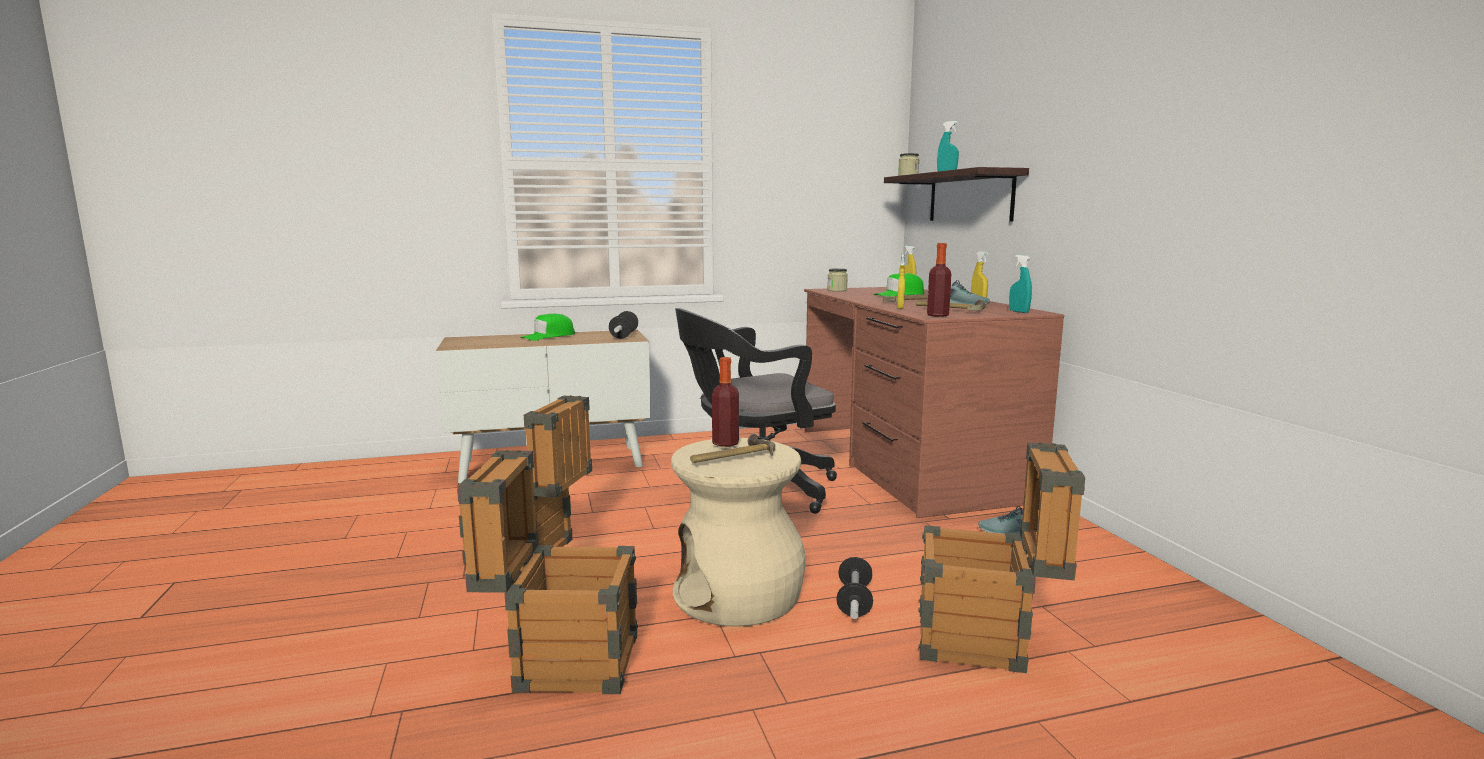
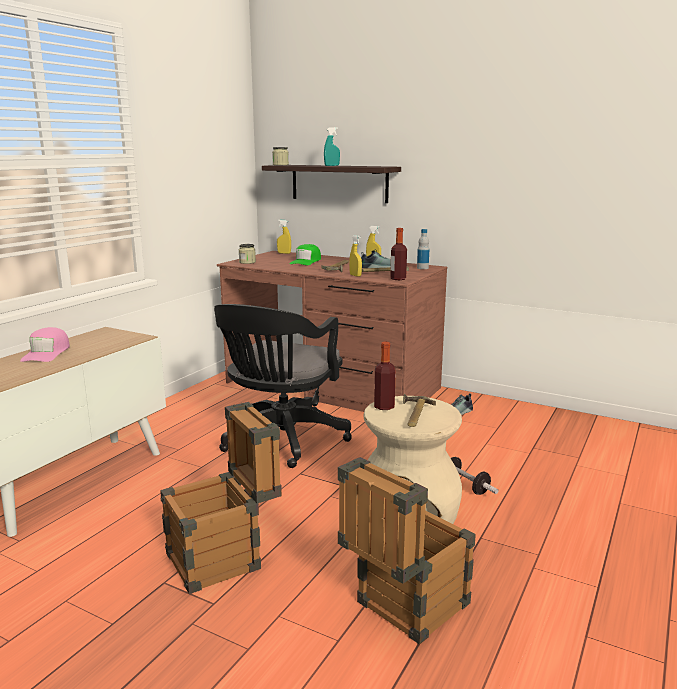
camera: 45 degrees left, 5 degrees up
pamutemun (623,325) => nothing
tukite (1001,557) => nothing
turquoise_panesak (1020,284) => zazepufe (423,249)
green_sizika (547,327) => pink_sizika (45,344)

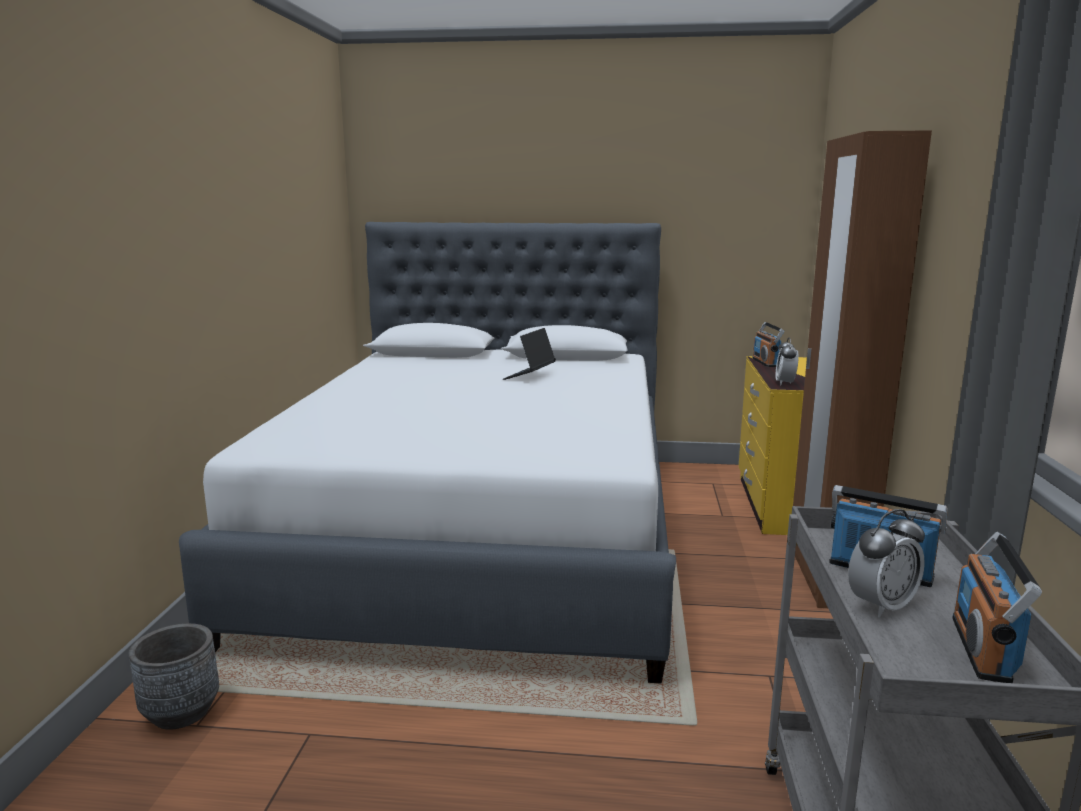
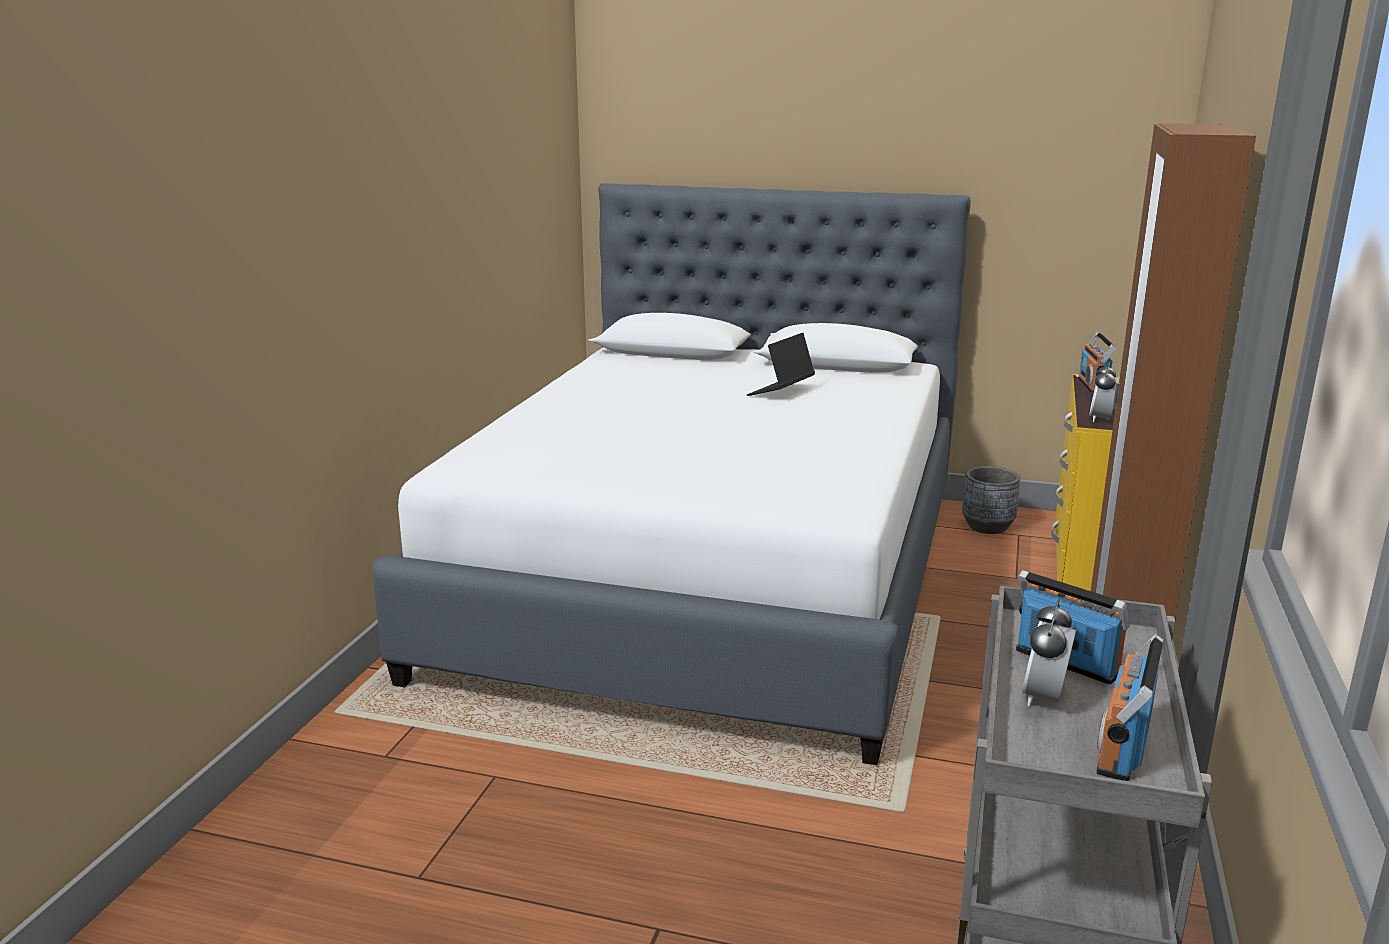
camera: 10 degrees right, 5 degrees up
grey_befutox (174,676) => grey_befutox (991,500), moved
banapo (886,563) => banapo (1049,653), 135 degrees clockwise

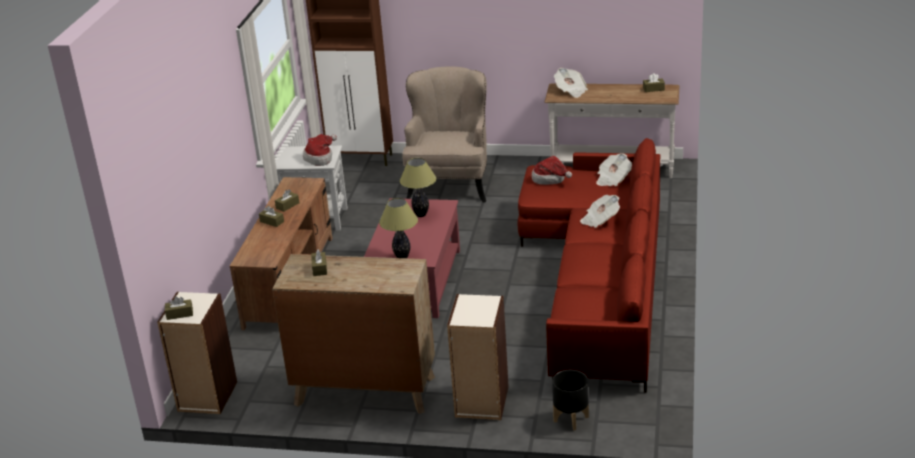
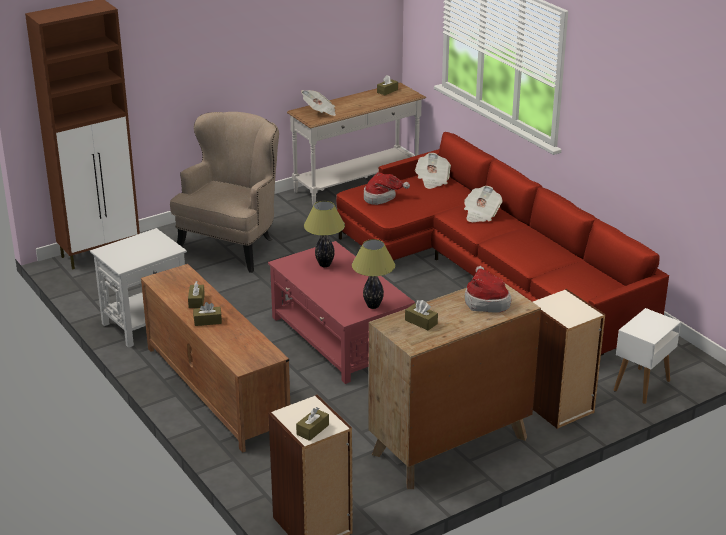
camera: 45 degrees left, 0 degrees up
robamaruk (320,150) => robamaruk (488,289), moved
black_befutox (570,400) => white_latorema (647,356)
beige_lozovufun (444,134) => beige_lozovufun (224,192), 60 degrees clockwise

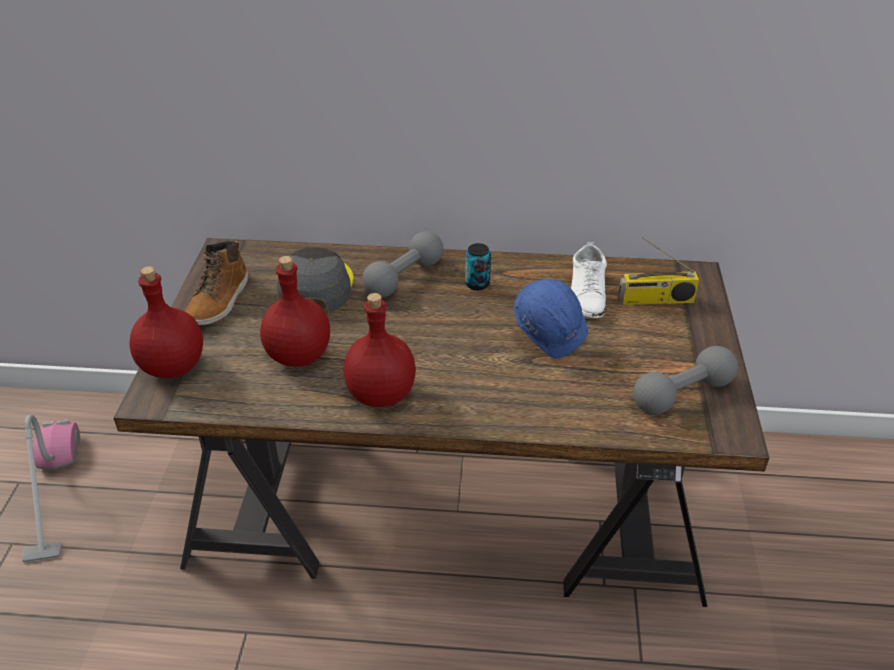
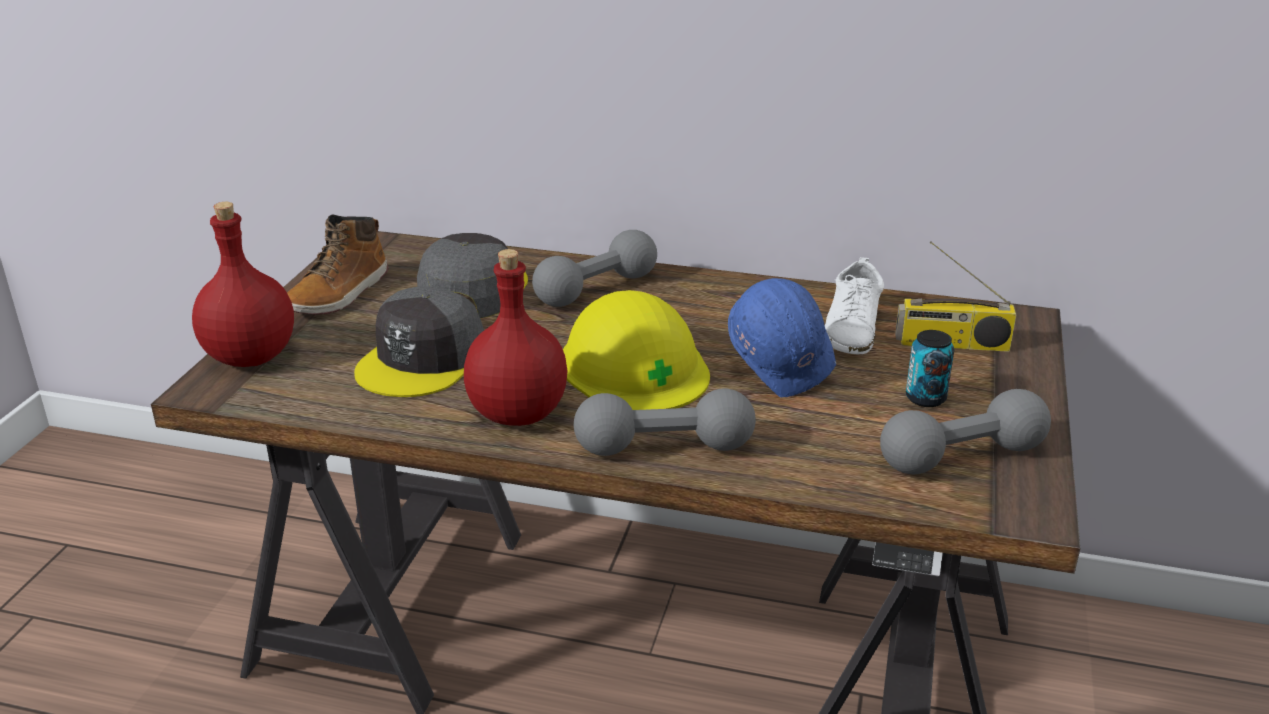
camera: 10 degrees right, 10 degrees down
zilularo (51,488) => nothing
nothing => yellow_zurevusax (636,350)
nothing => grey_pamutemun (664,422)
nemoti (478,266) => nemoti (930,368), moved
red_zazepufe (295,311) => grey_sizika (419,341)

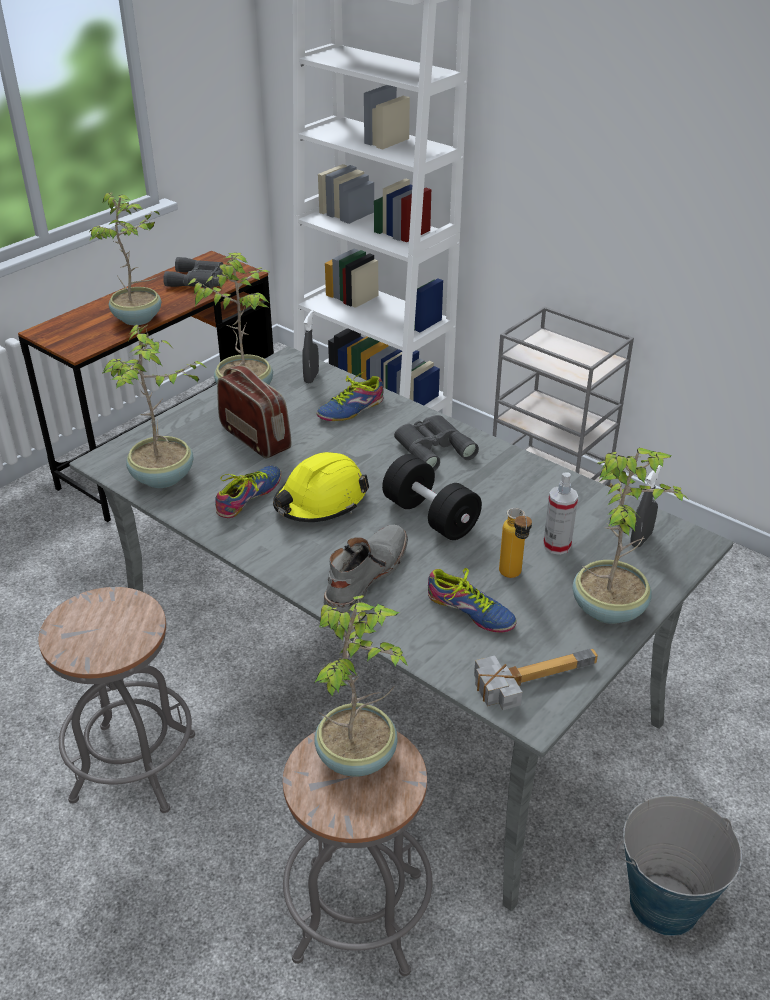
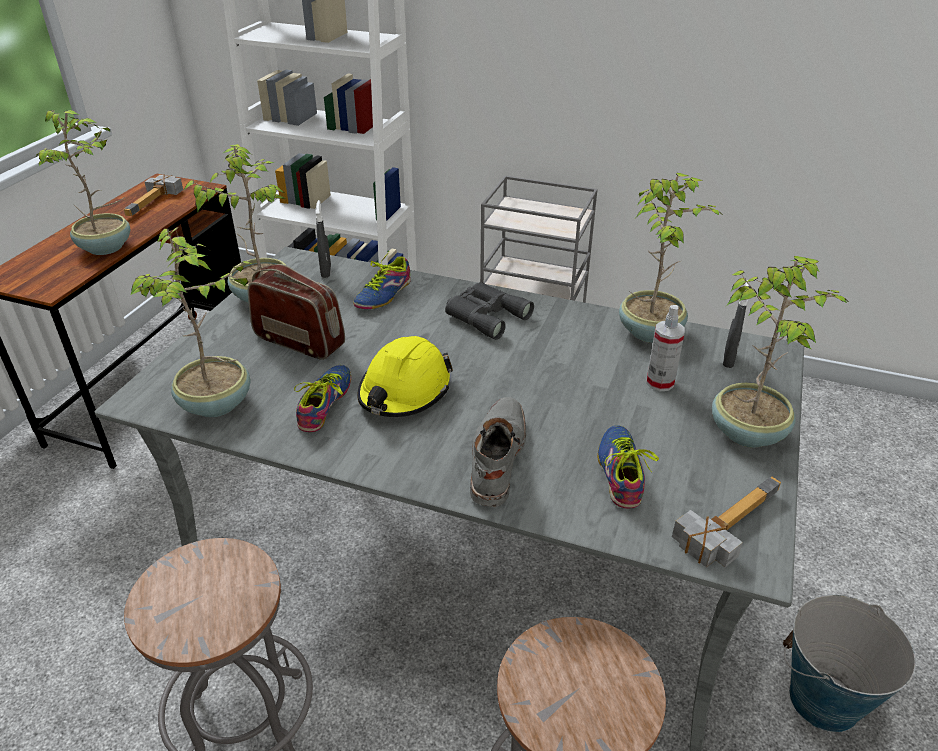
camera: 20 degrees left, 0 degrees up
black_pamutemun (432,497) => nothing
zazepufe (515,543) => nothing
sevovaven (361,686) => sevovaven (669,258), moved
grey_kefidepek (193,272) => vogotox (153,195)
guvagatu (472,600) => guvagatu (628,467), 105 degrees counterclockwise

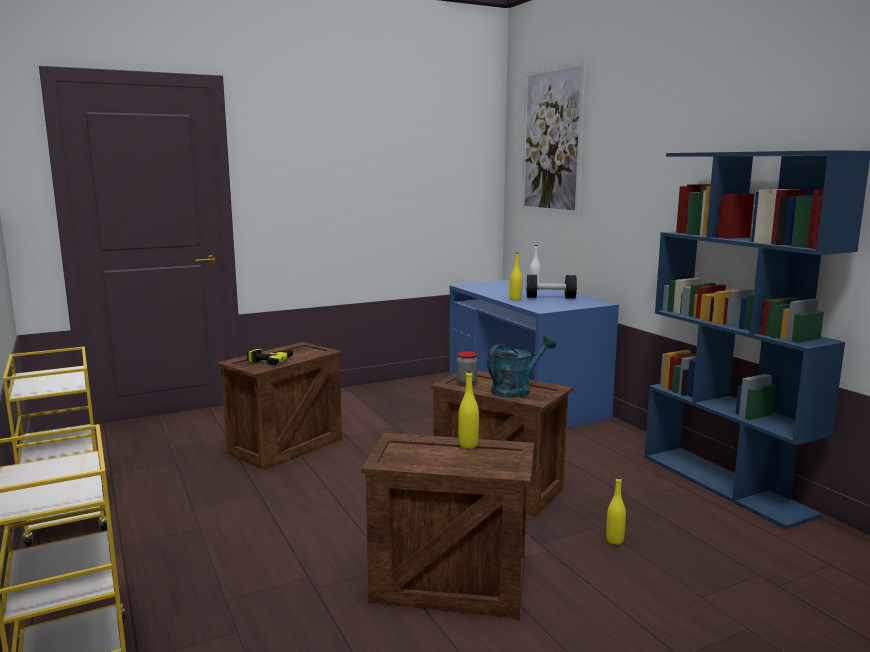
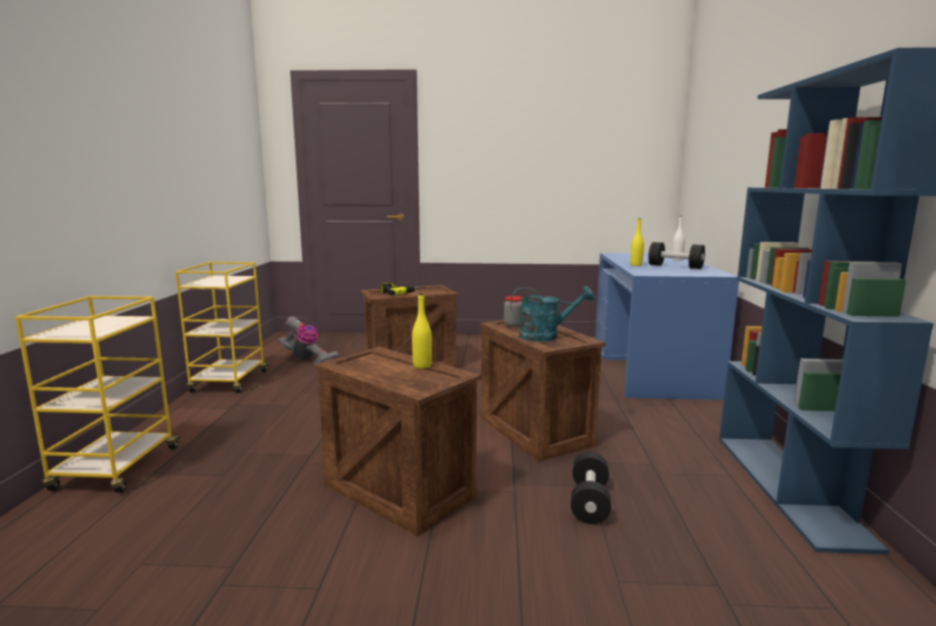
camera: 30 degrees right, 0 degrees up
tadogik (553,138) => nothing
nothing => zilularo (308,341)
yellow_zazepufe (616,510) => black_pamutemun (591,488)

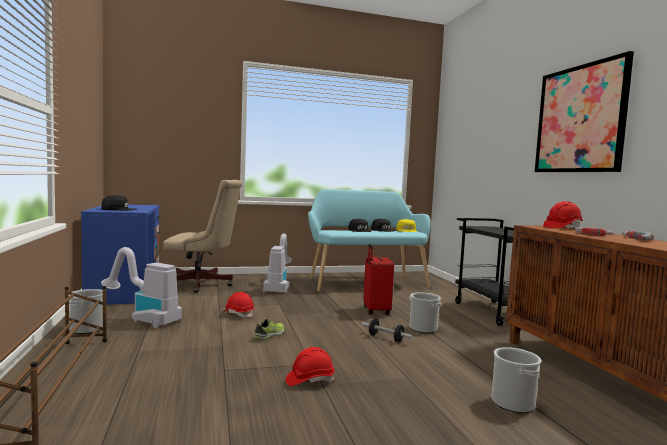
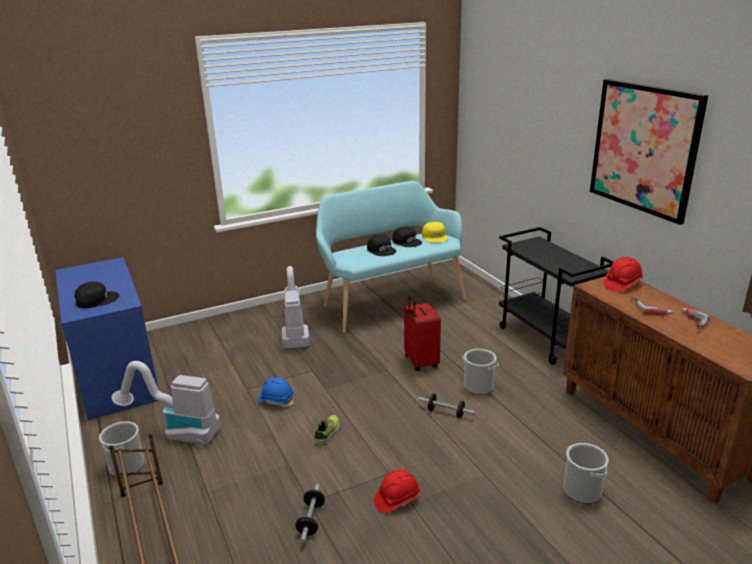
camera: 10 degrees left, 20 degrees up
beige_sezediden (202,236) => nothing
nothing => pamutemun (310,513)
red_zurevusax (239,305) => blue_zurevusax (275,392)

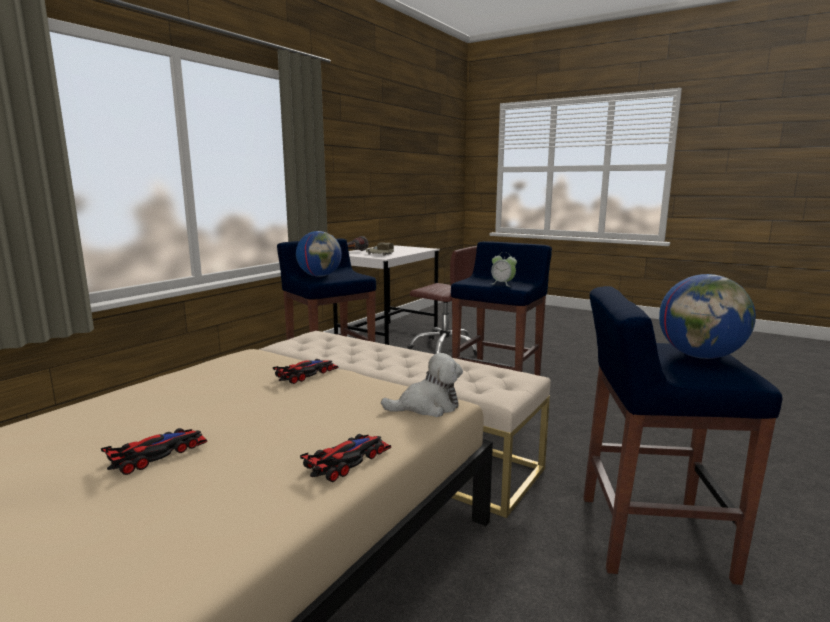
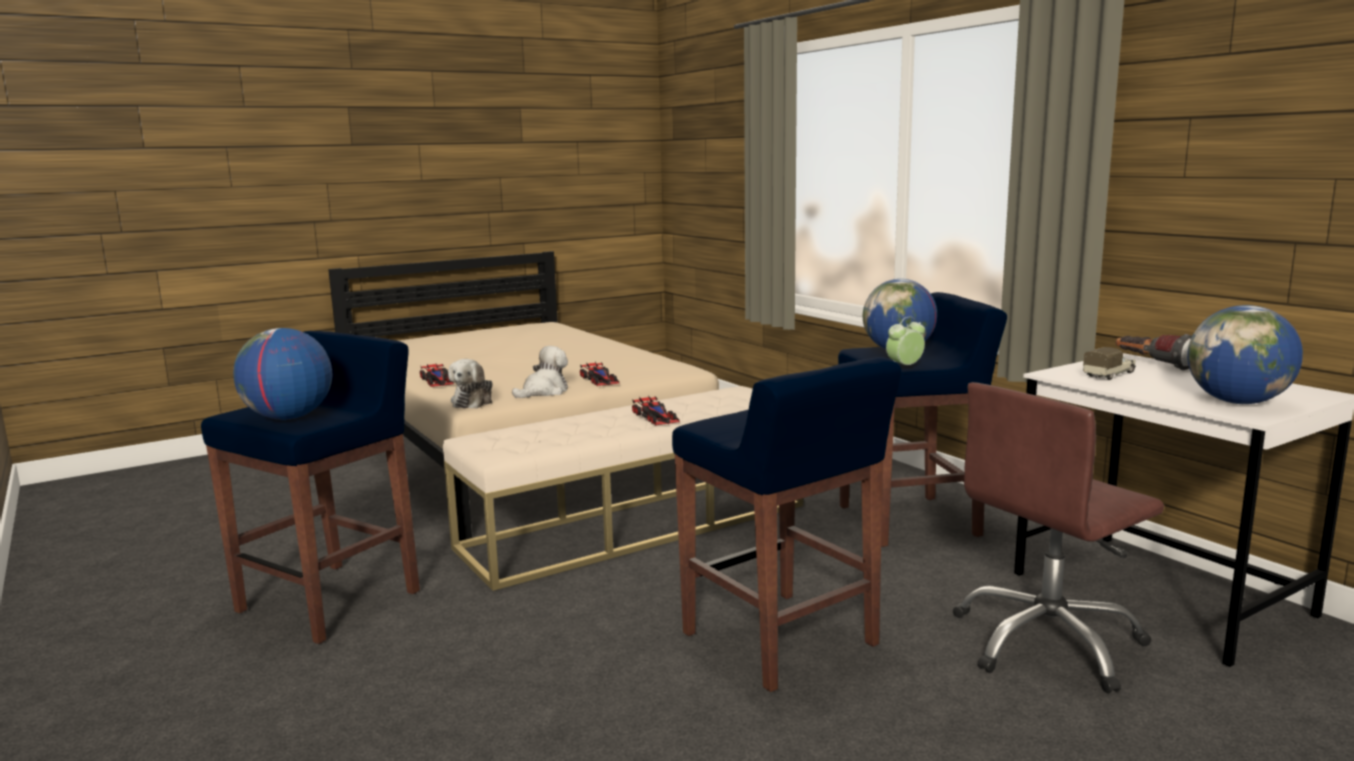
camera: 115 degrees right, 0 degrees up
nothing => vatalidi (540,372)
nothing => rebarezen (1245,354)
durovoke (154,451) => durovoke (656,410), moved
banapo (504,269) => banapo (905,341), moved

